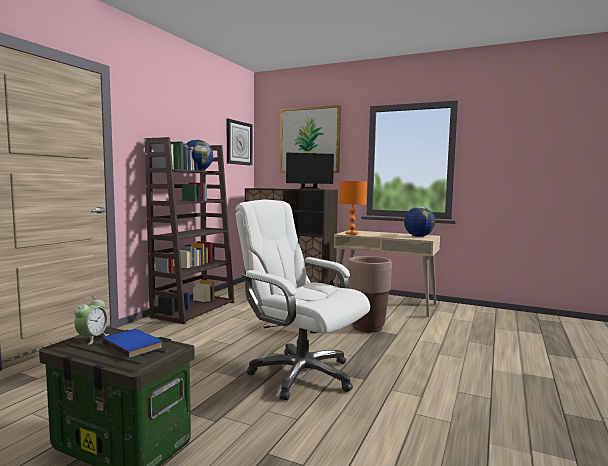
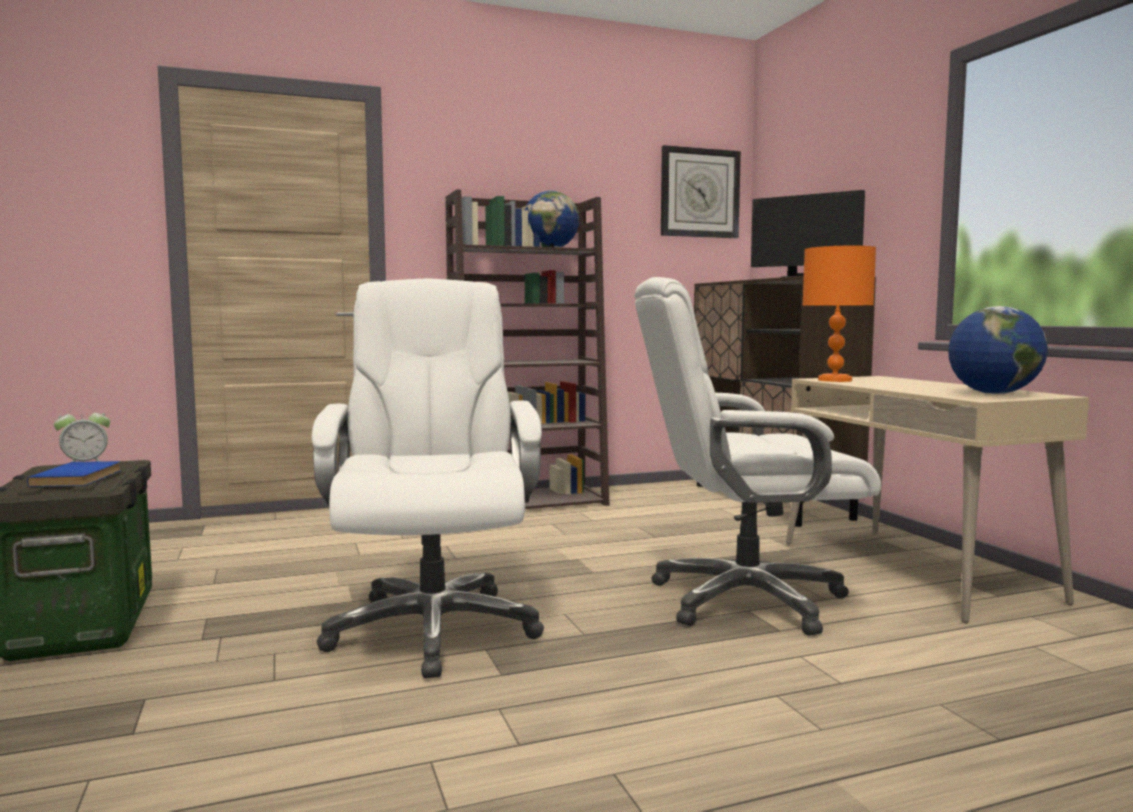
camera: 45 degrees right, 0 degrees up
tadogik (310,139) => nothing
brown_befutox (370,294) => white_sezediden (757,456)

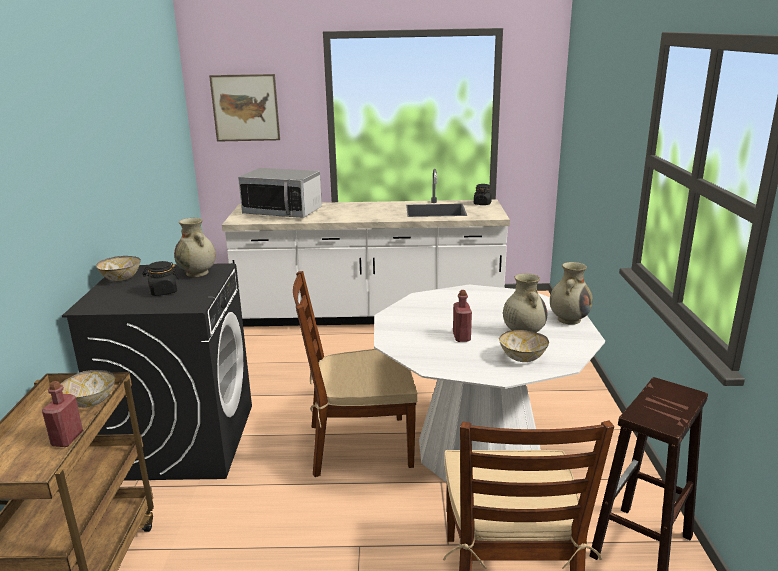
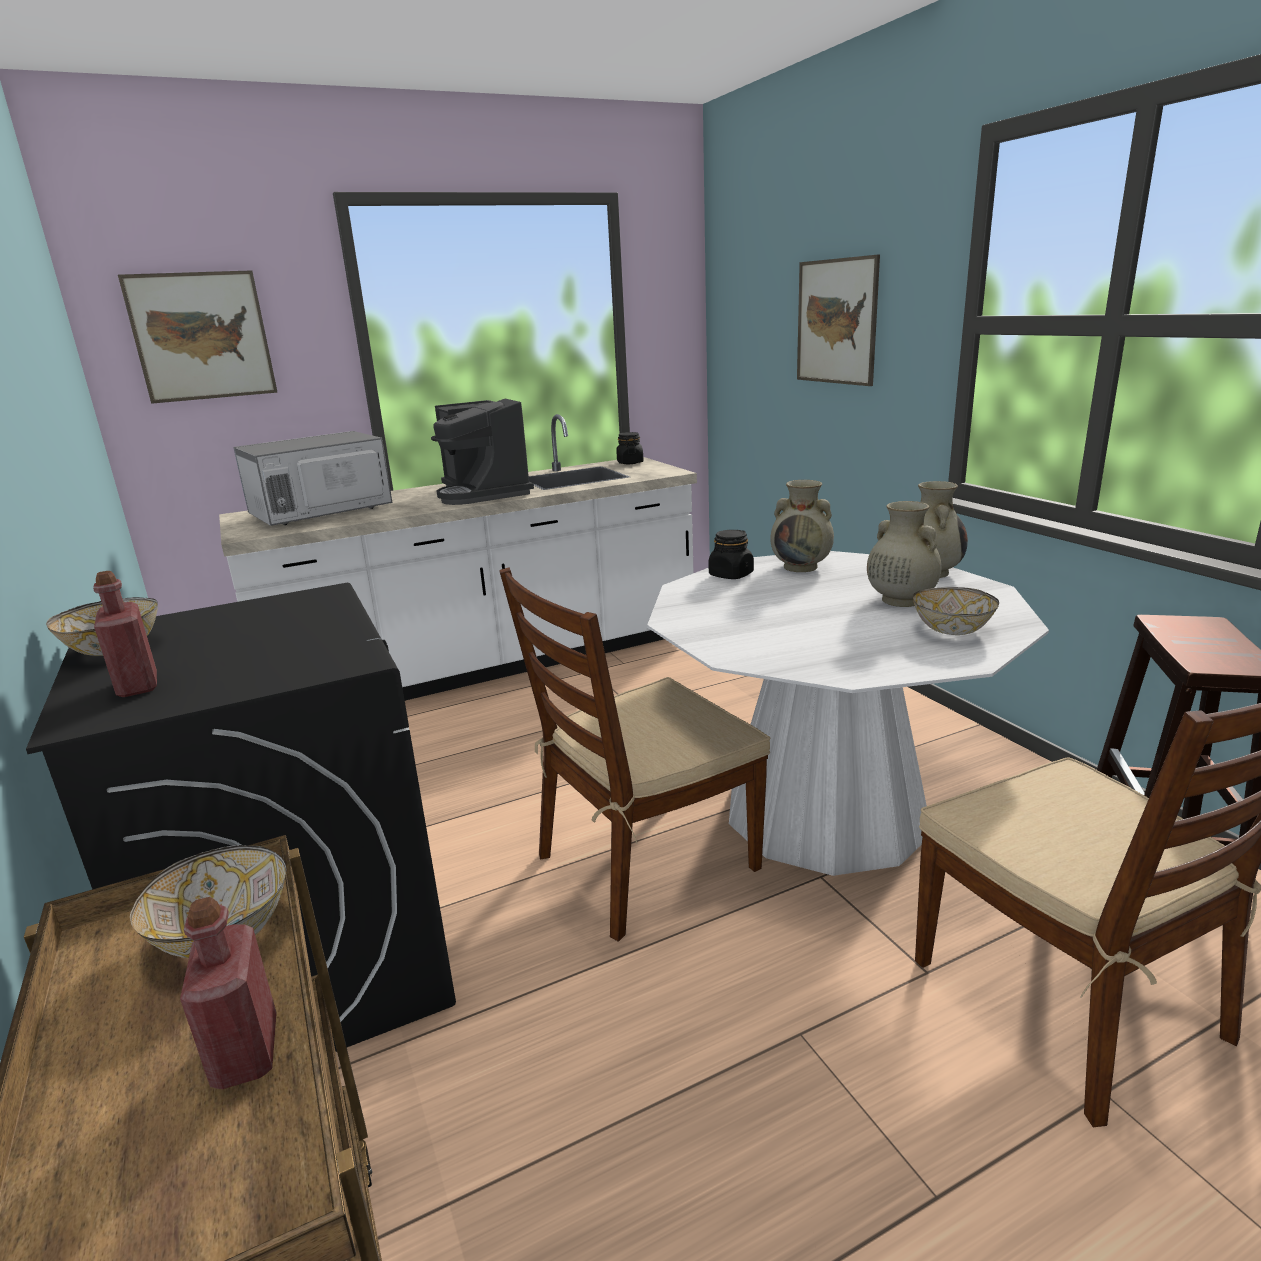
camera: 25 degrees left, 0 degrees up
nothing => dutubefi (482,452)
nothing => tadogik (838,320)
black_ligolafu (161,278) => black_ligolafu (731,554), moved
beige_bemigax (195,247) => beige_bemigax (802,526), moved
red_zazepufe (462,316) => red_zazepufe (125,634), moved
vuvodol (280,193) => vuvodol (312,478), 150 degrees clockwise

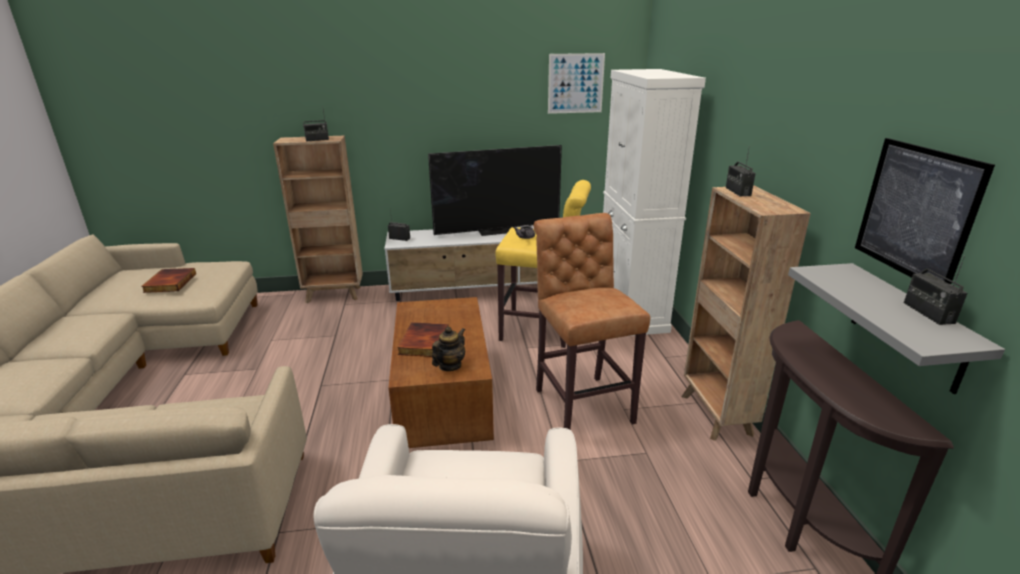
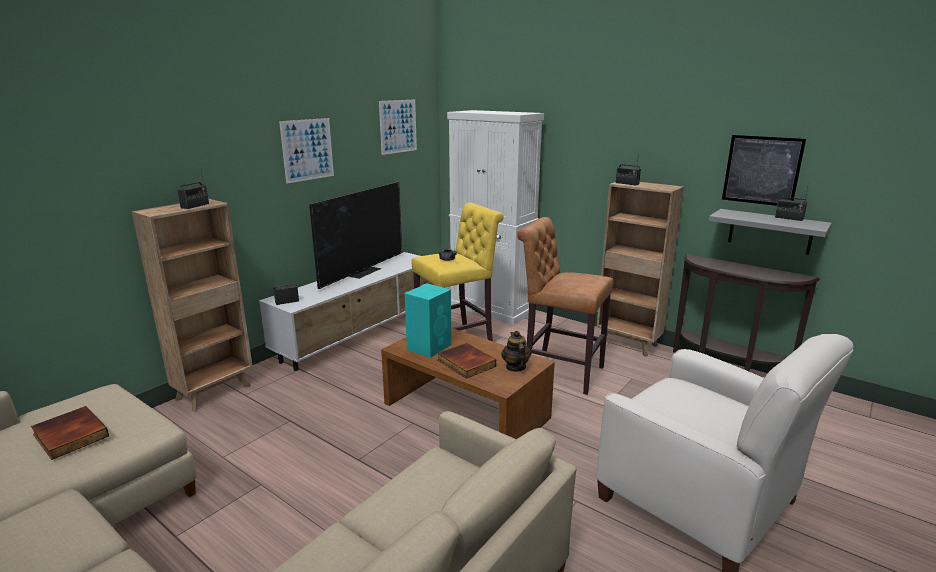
camera: 45 degrees left, 5 degrees down
nothing => tadogik (306,151)
nothing => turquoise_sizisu (428,320)

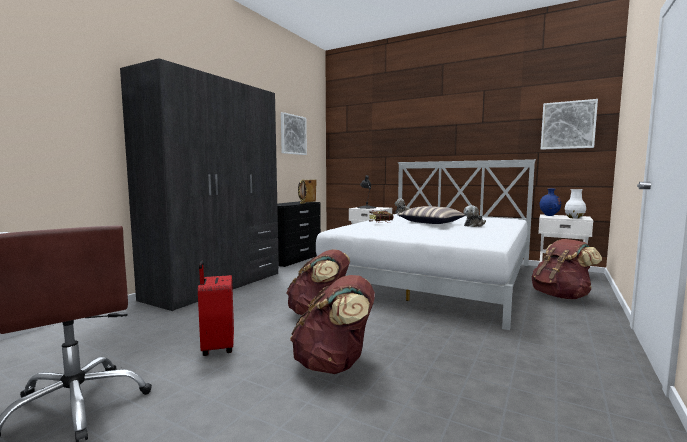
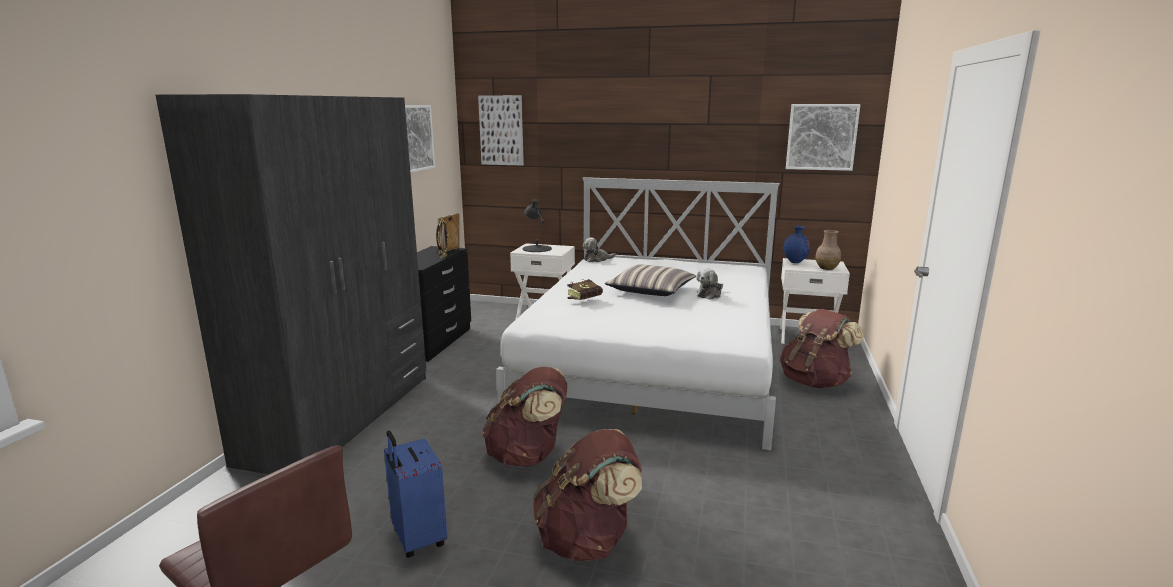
camera: 15 degrees left, 10 degrees up
nothing => tadogik (501,130)
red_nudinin (216,308) => blue_nudinin (415,494)
white_bemigax (575,204) => brown_bemigax (828,250)

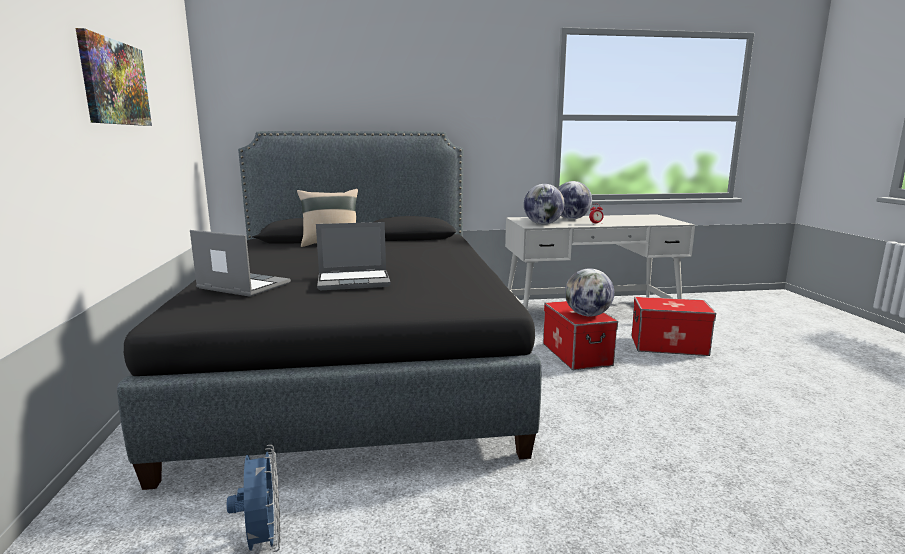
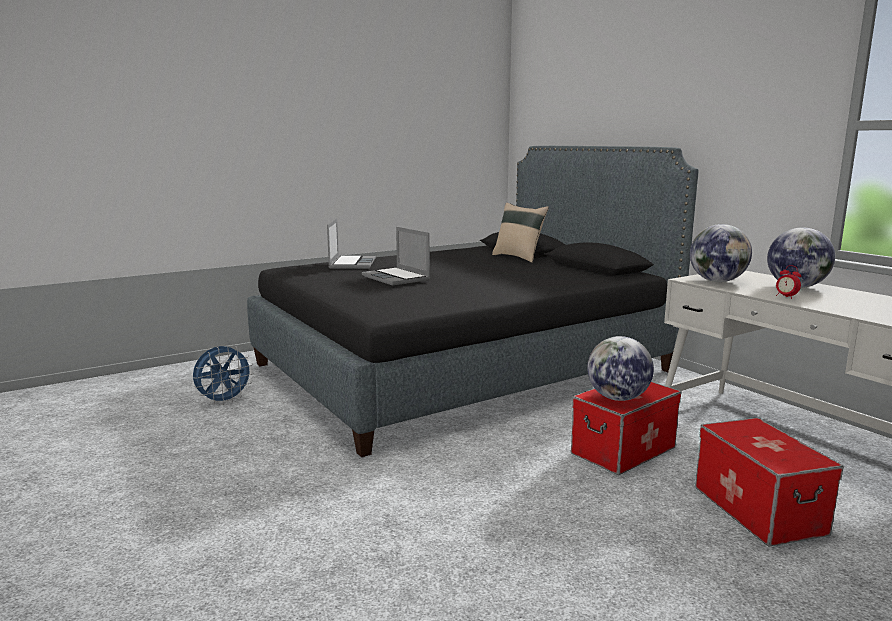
camera: 65 degrees right, 0 degrees up
tadogik (114,77) => nothing

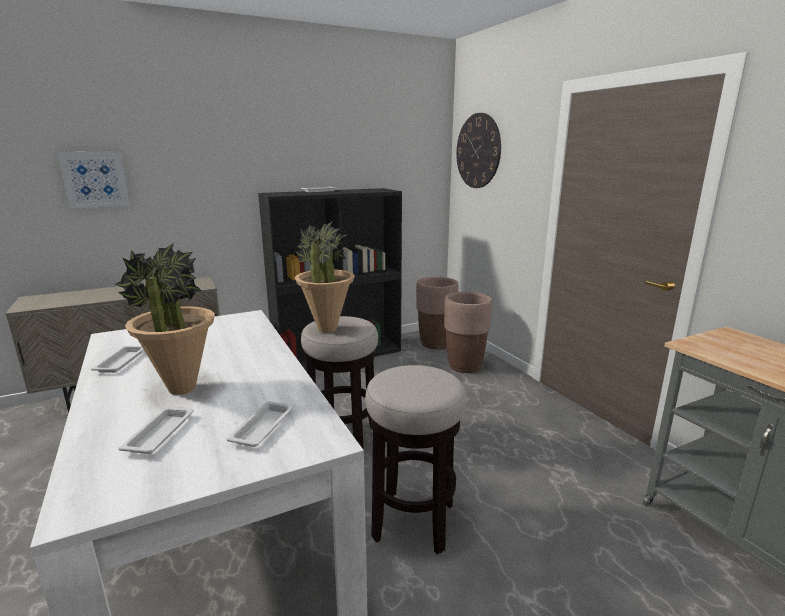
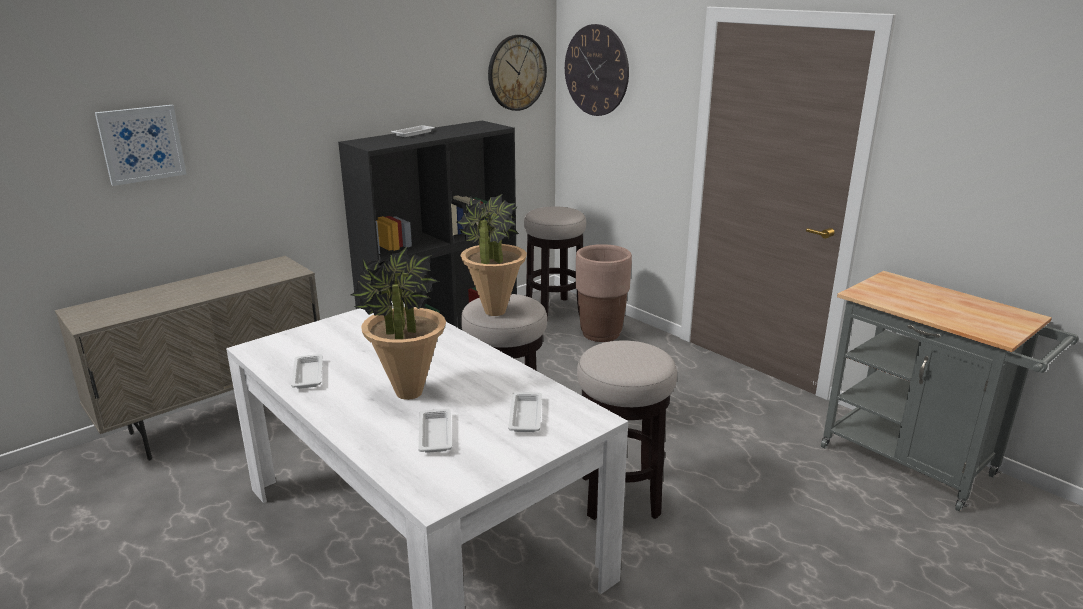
camera: 15 degrees left, 5 degrees up
nothing => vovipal (517,73)
brown_befutox (437,313) => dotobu (555,264)

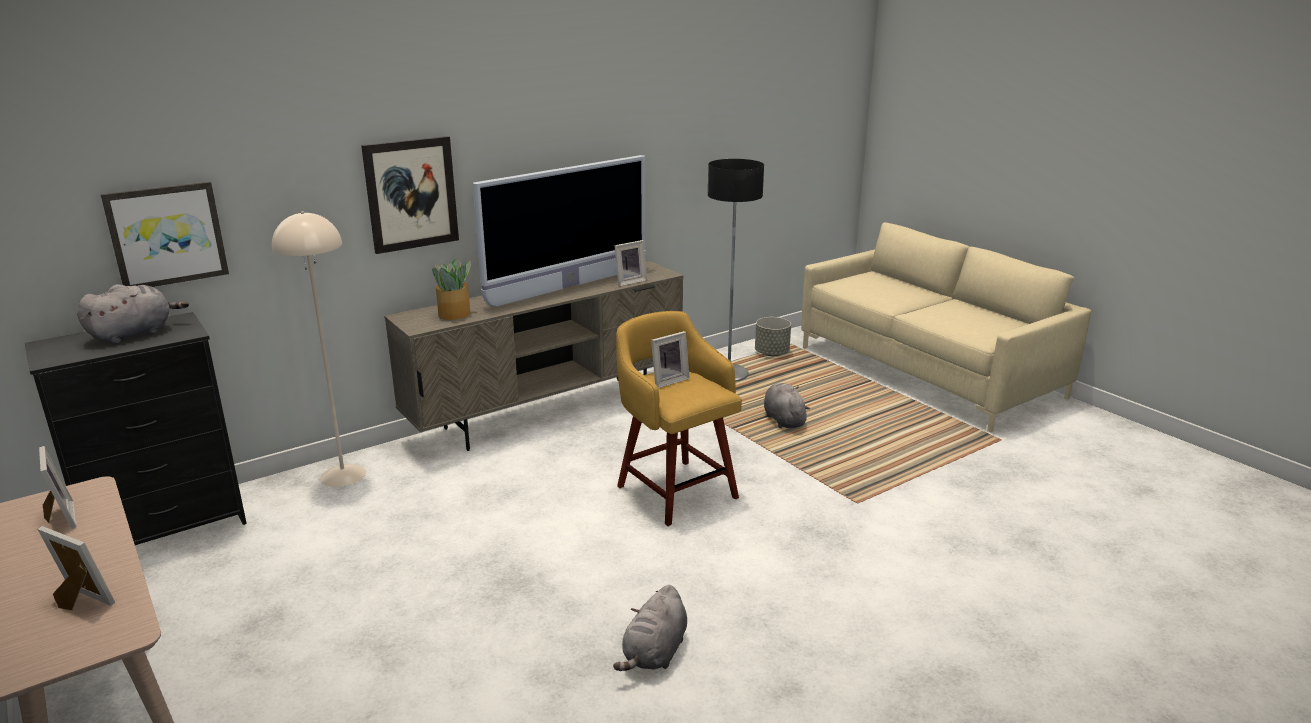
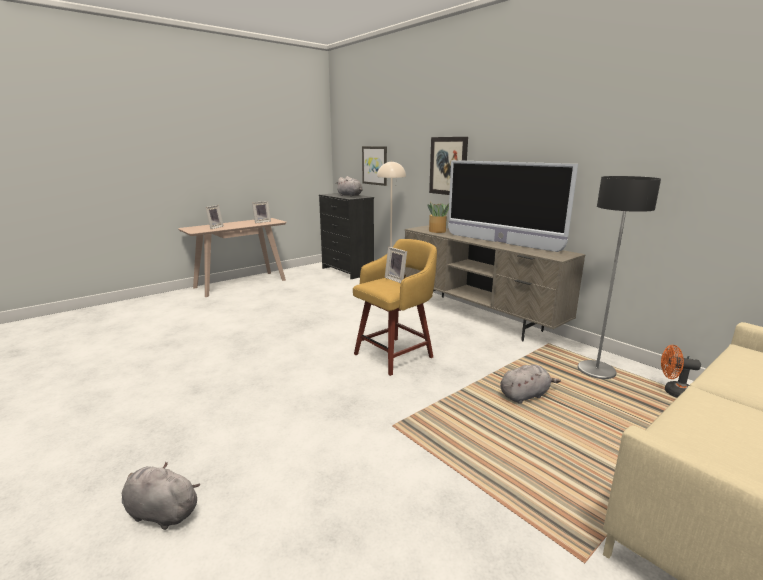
camera: 85 degrees right, 5 degrees down
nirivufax (630,263) => nothing
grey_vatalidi (650,628) => grey_vatalidi (161,496), moved
grey_befutox (773,336) => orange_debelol (681,371)

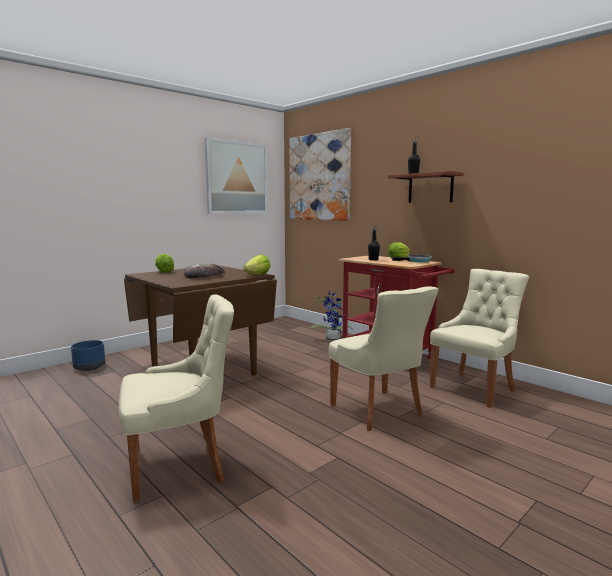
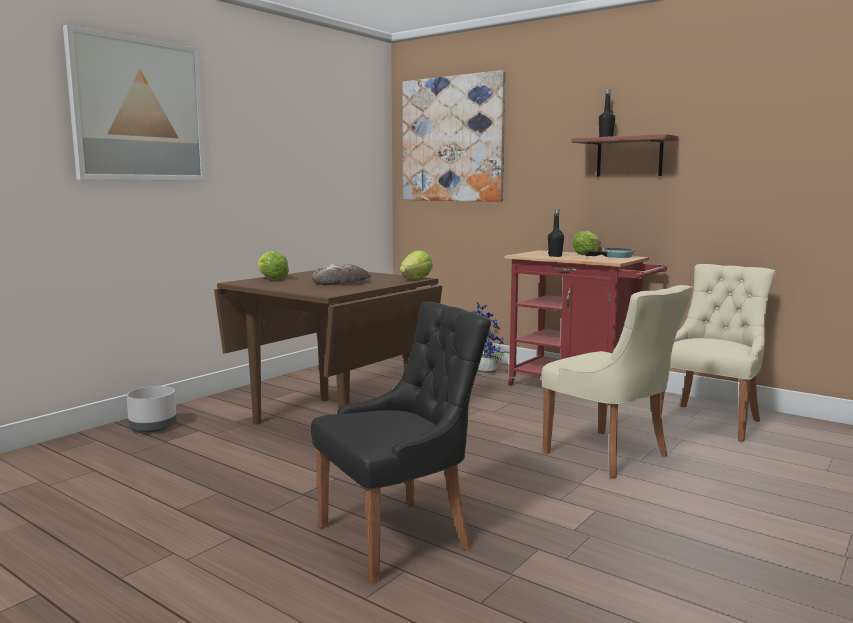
camera: 10 degrees left, 0 degrees up
tadogik (236,175) => tadogik (134,102), moved
blue_befutox (88,355) => grey_befutox (151,409)
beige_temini (176,399) => black_temini (401,442)

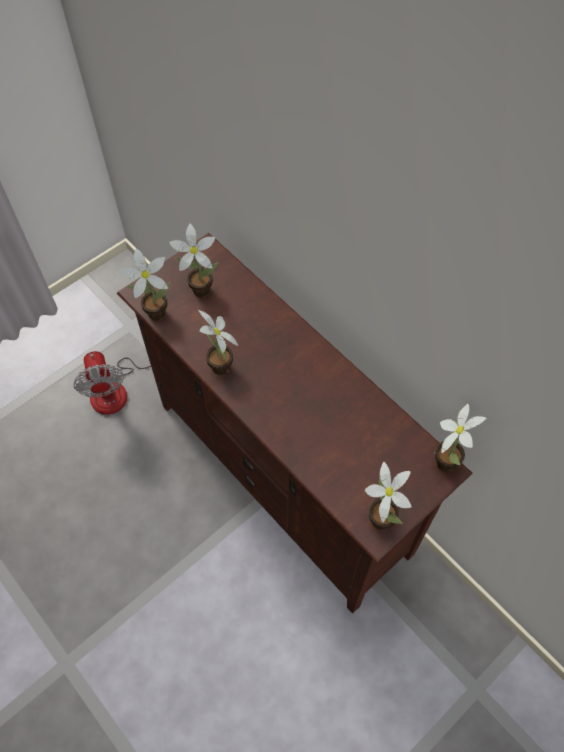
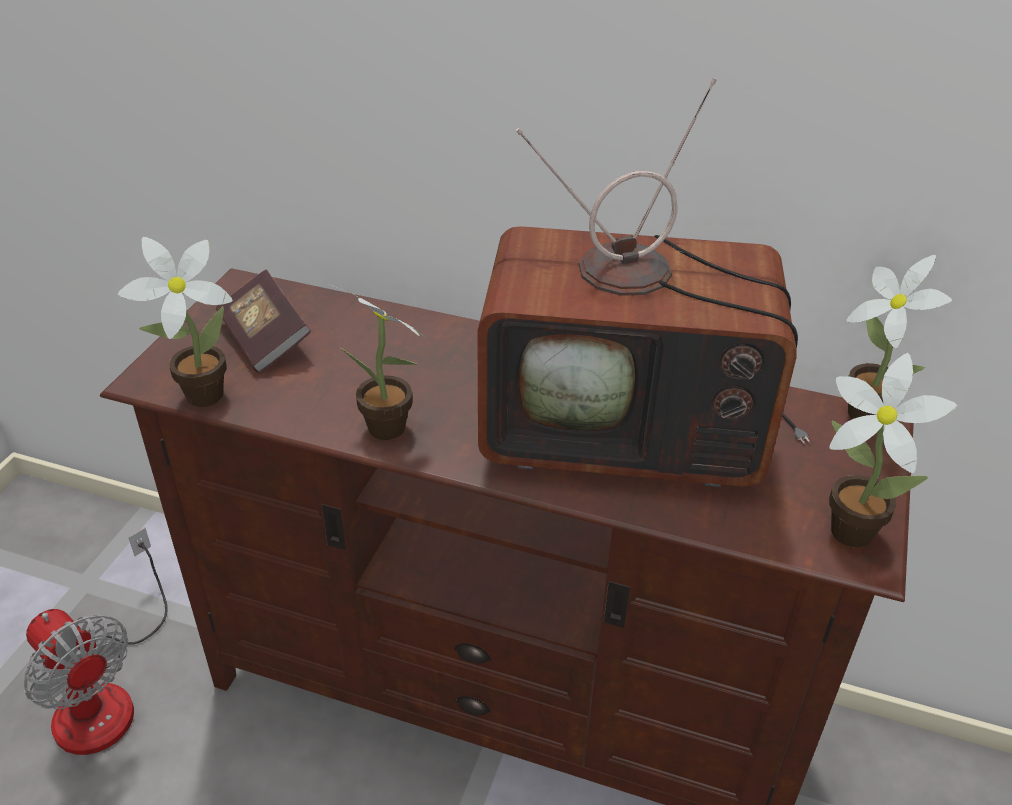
camera: 30 degrees left, 20 degrees down
nothing => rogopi (643,282)
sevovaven (193,260) => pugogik (263,321)

